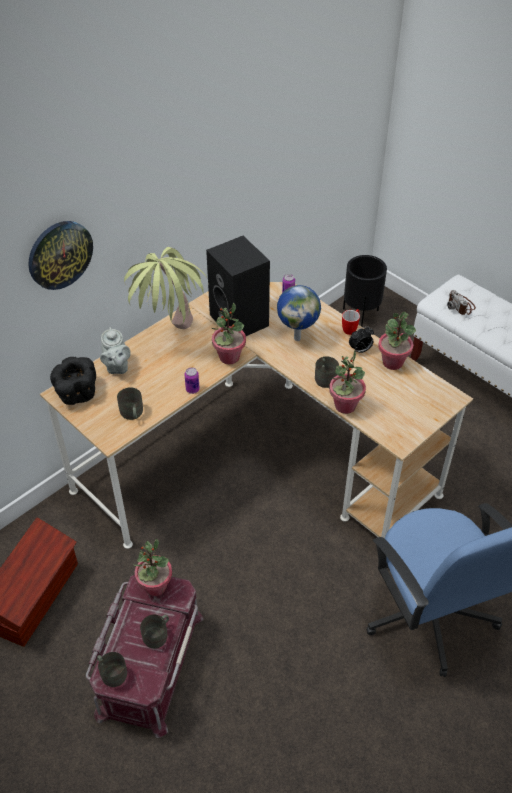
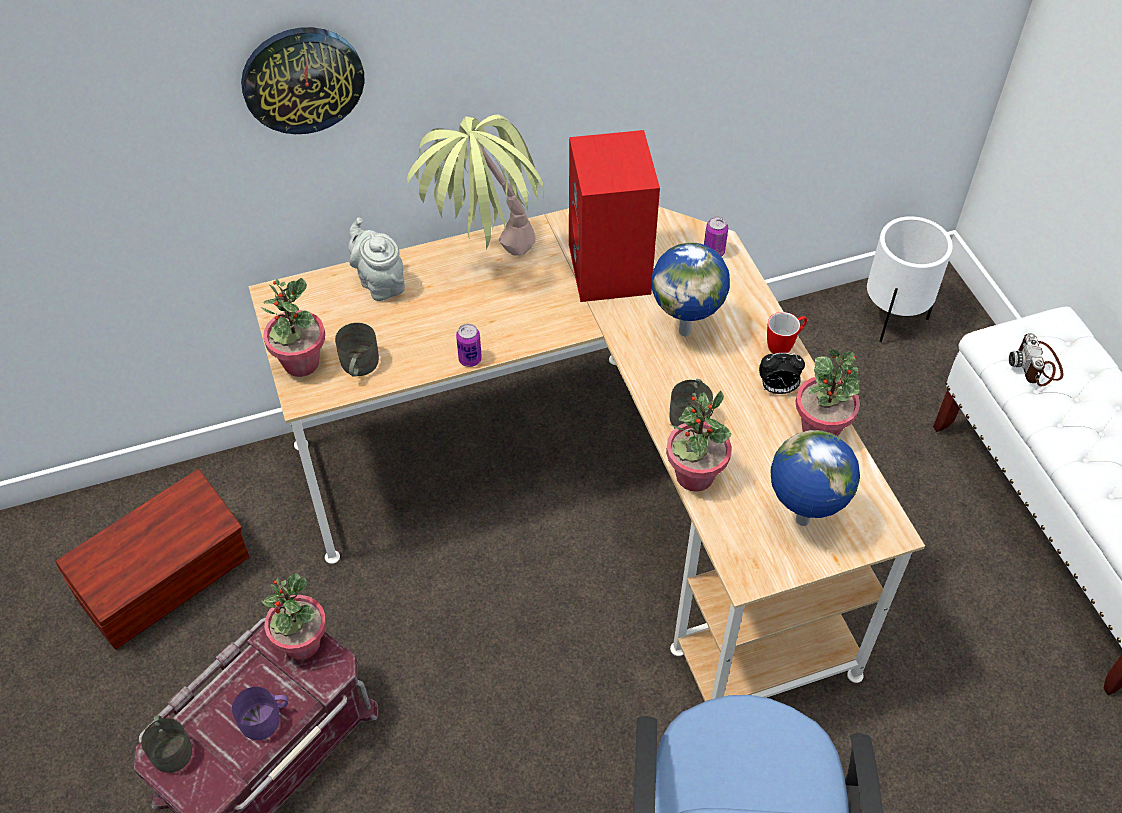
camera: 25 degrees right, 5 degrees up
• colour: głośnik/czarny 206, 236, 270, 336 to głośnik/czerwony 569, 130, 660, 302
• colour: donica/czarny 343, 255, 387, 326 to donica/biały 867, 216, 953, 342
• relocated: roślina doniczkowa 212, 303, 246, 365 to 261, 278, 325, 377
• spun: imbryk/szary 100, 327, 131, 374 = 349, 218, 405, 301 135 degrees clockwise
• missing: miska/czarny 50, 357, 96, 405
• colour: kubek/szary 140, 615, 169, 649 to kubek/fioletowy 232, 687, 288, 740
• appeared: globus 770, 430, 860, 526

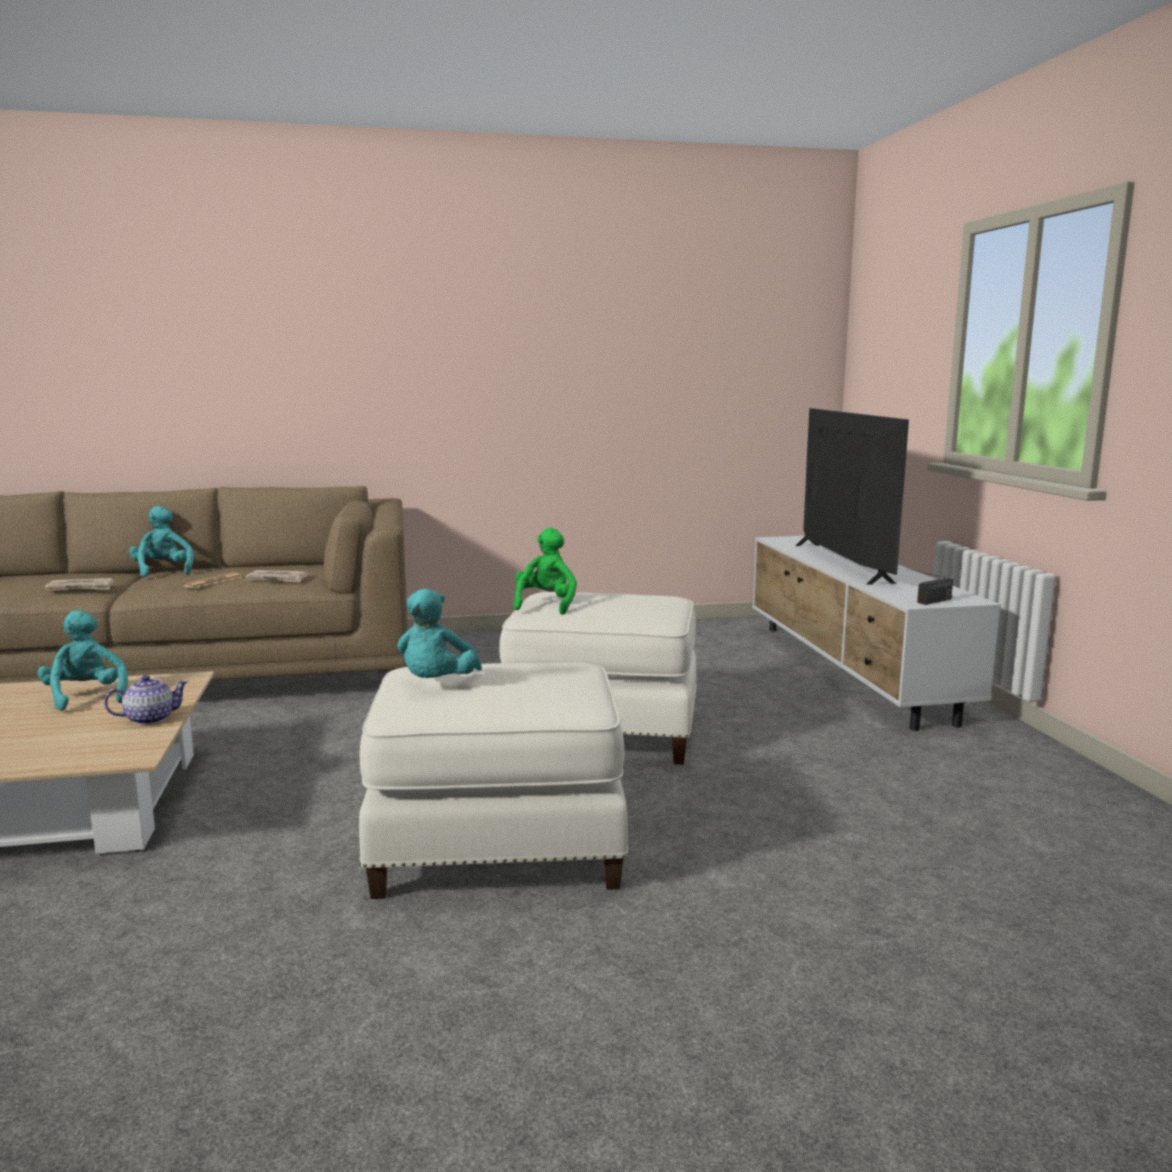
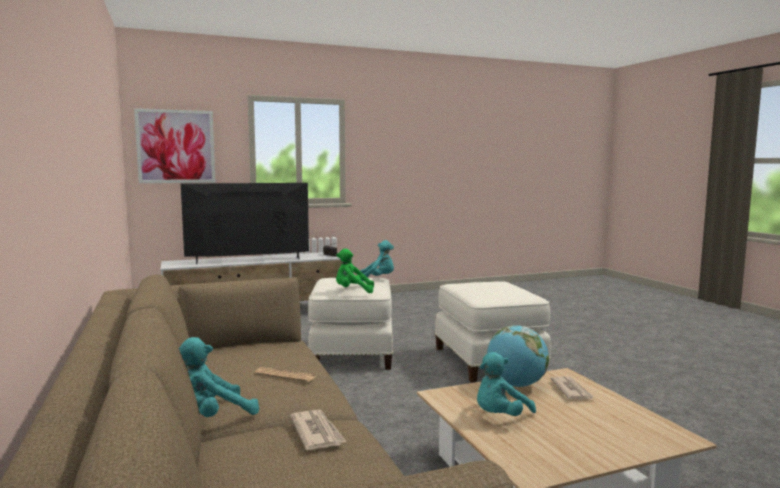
camera: 100 degrees left, 5 degrees down
• relocated: gazeta 246, 570, 309, 583 to 550, 376, 595, 399
• relocated: pluszak/turkusowy 397, 589, 482, 678 to 360, 240, 394, 281
• exchanged: imbryk 104, 675, 189, 725 to globus 487, 325, 549, 387
• appeared: obraz 134, 108, 216, 183

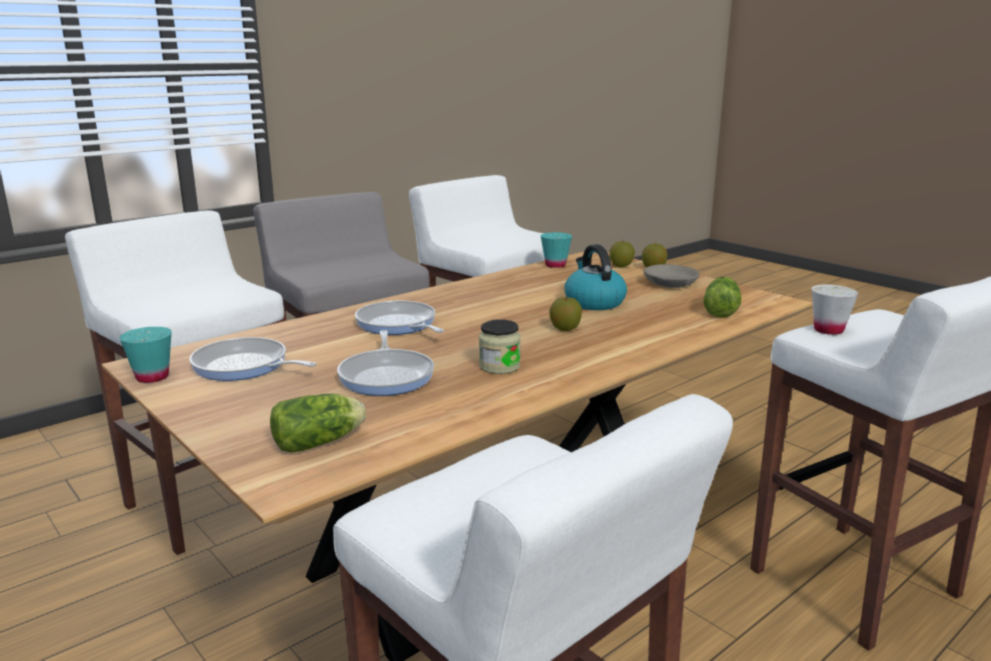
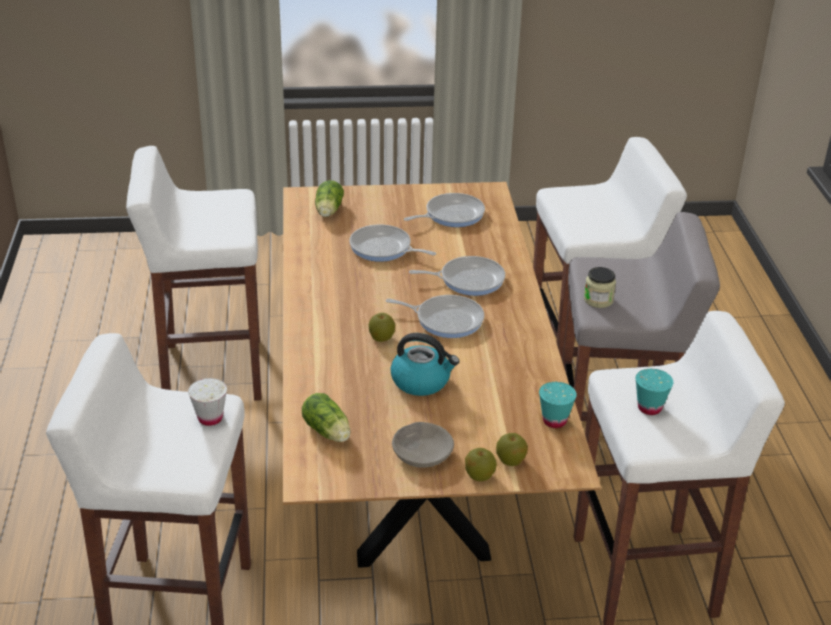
camera: 125 degrees right, 15 degrees up
• relocated: słoik 479, 319, 521, 374 to 584, 267, 616, 308
• relocated: filiżanka/turkusowy 119, 327, 172, 383 to 636, 369, 673, 415
• appeared: patelnia 386, 295, 484, 338

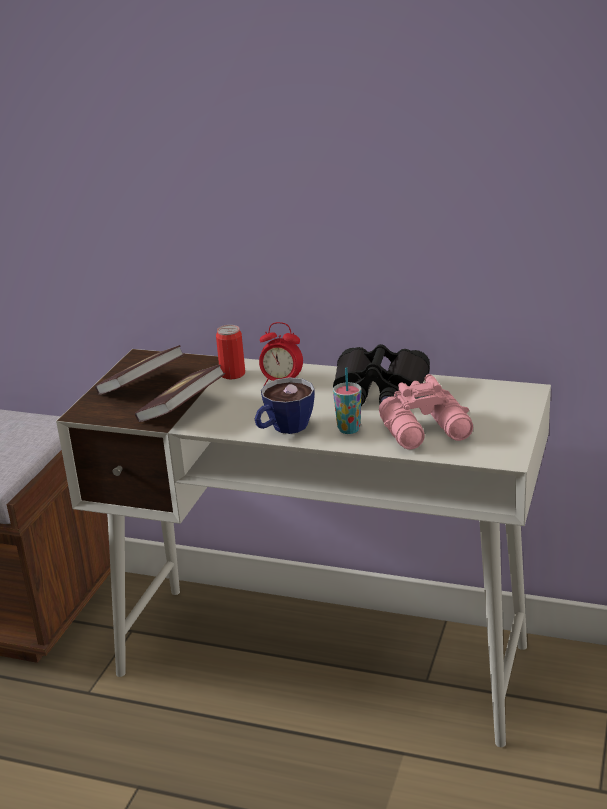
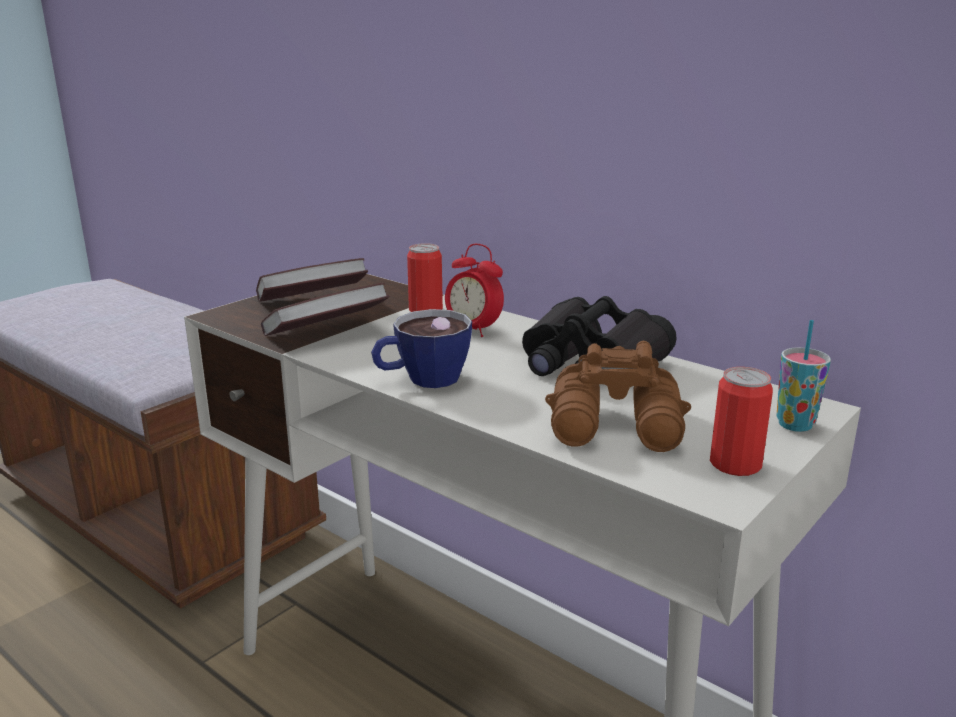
camera: 20 degrees right, 5 degrees down
• relocated: filiżanka 333, 367, 361, 434 to 776, 320, 831, 432
• colour: lornetka/różowy 379, 374, 473, 450 to lornetka/brązowy 545, 341, 691, 452
• appeared: puszka 710, 367, 773, 476

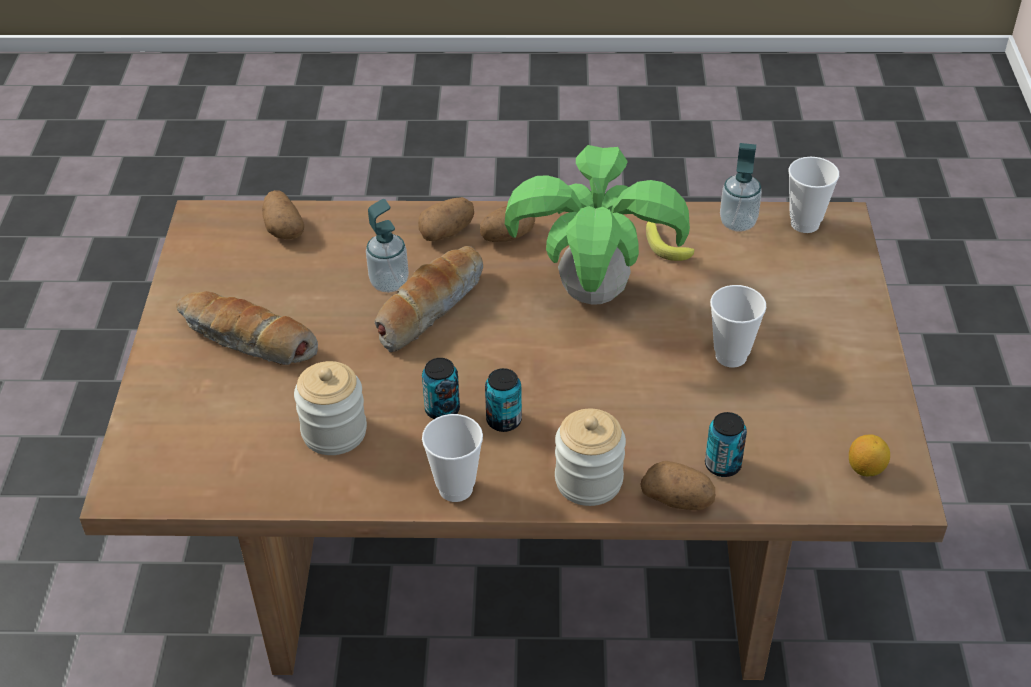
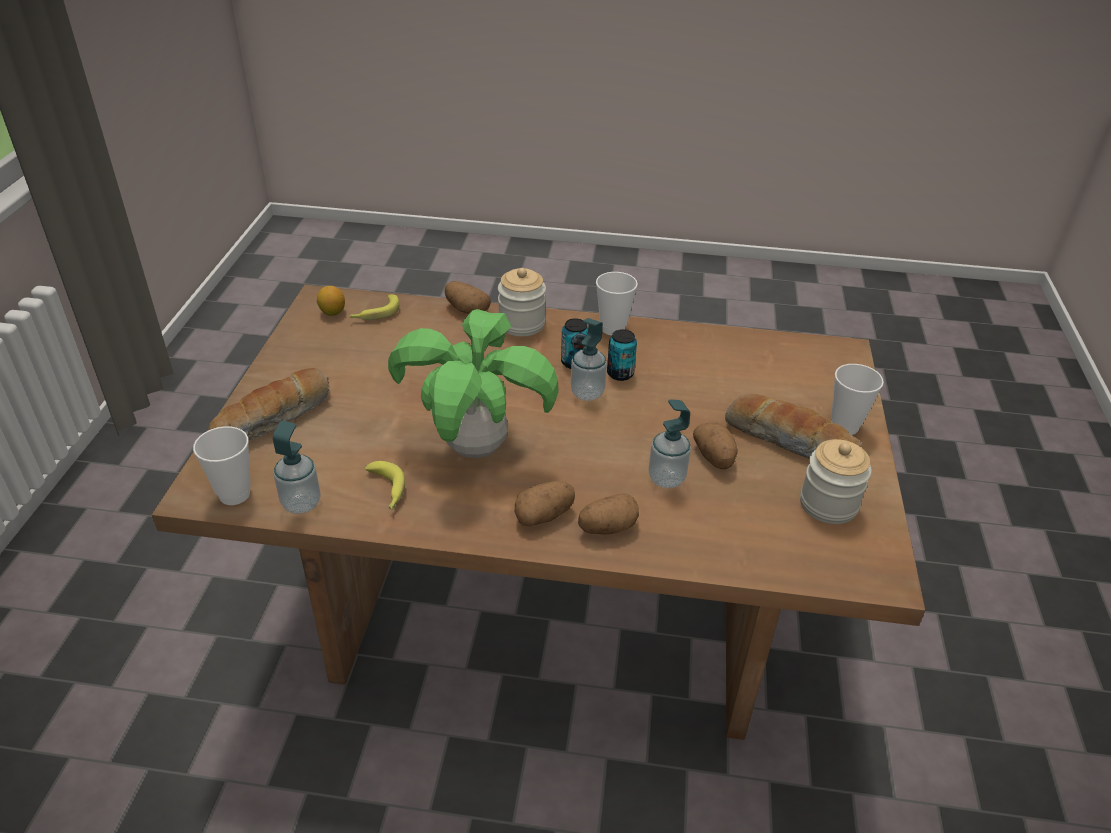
camera: 175 degrees left, 5 degrees down
• relocated: ziemniak 262, 190, 304, 239 to 693, 422, 738, 469
• relocated: chleb 374, 246, 483, 353 to 209, 368, 329, 440
• relocated: filiżanka 710, 285, 767, 368 to 831, 364, 884, 435
• relocated: słoik 294, 361, 367, 455 to 800, 439, 872, 524
• missing: puszka 705, 412, 747, 477
• appeared: banan 349, 294, 400, 320
• appeared: dozownik mydła 571, 318, 607, 401

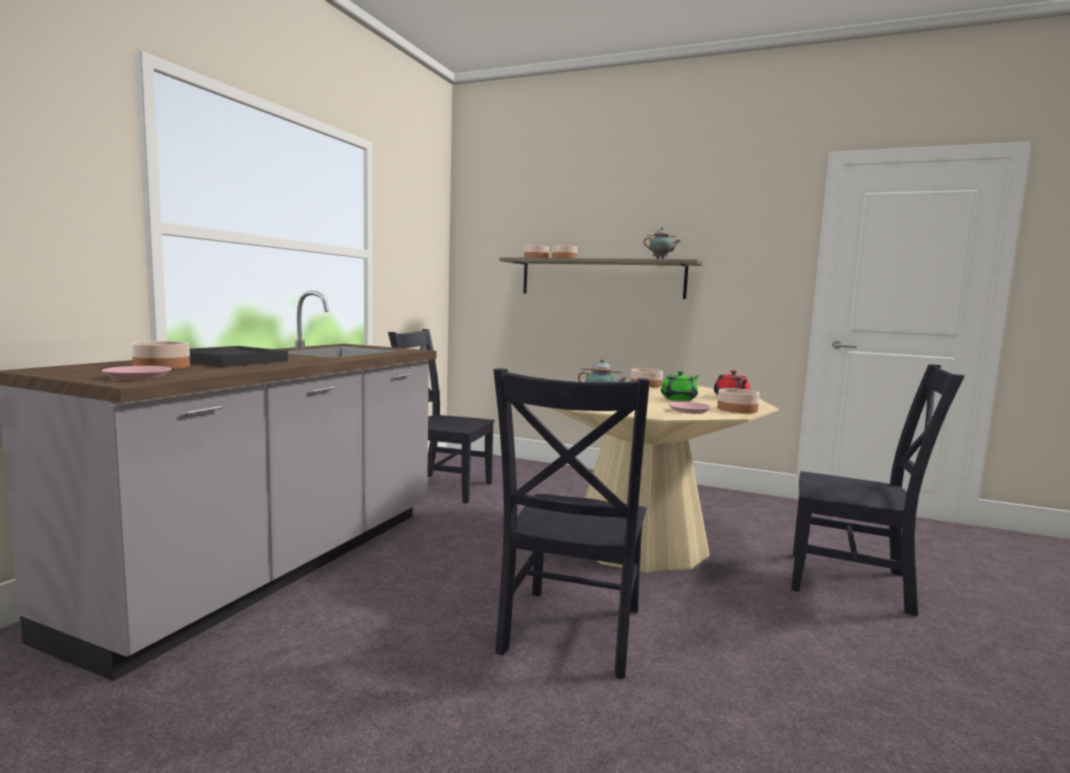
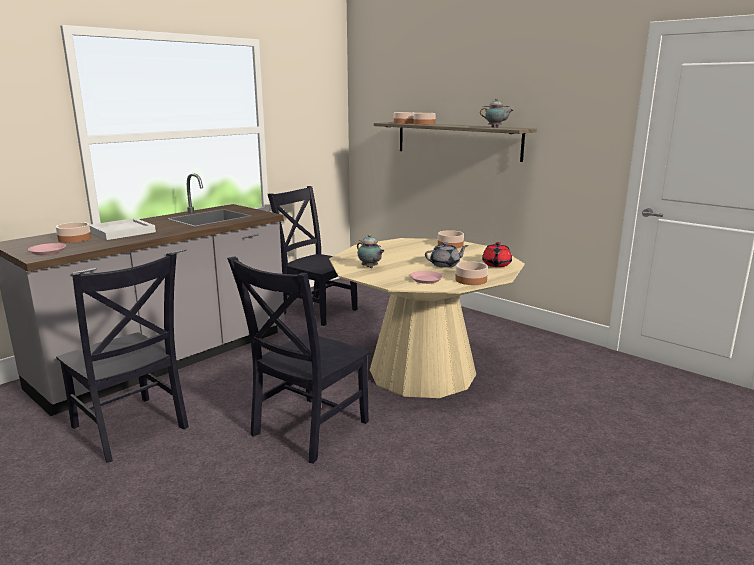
camera: 20 degrees right, 10 degrees up
• colour: taca/czarny 189, 346, 288, 367 to taca/biały 89, 218, 156, 240
• relocated: krzesło/czarny 791, 364, 965, 617 to 56, 253, 189, 463
• colour: imbryk/zielony 661, 371, 699, 401 to imbryk/szary 425, 242, 468, 268

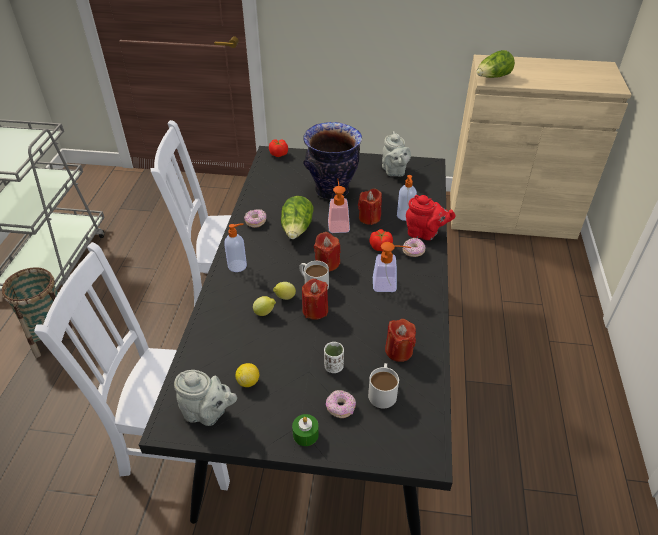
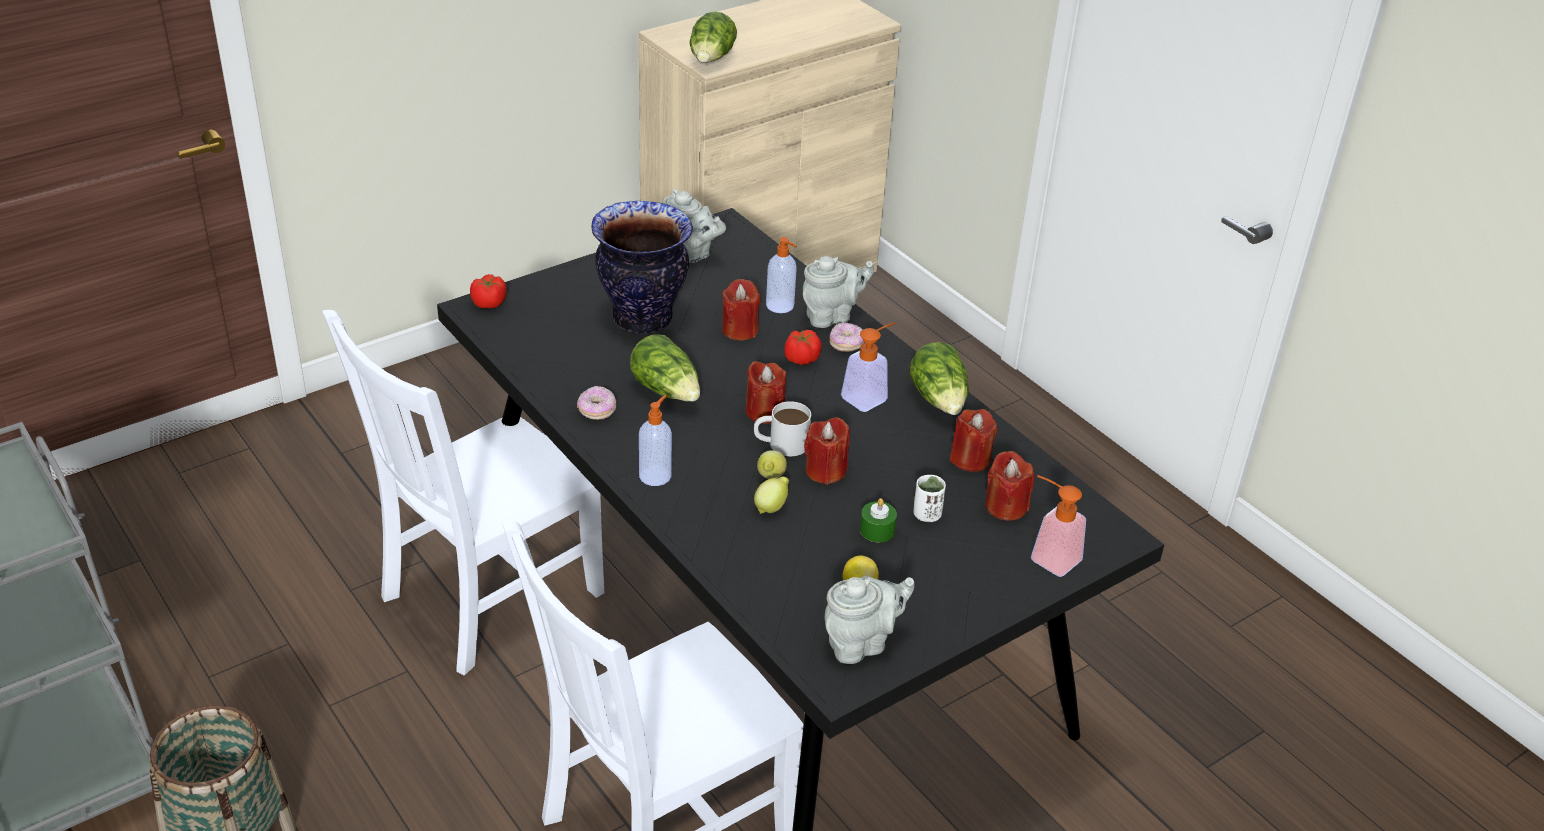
camera: 45 degrees left, 5 degrees down
• relocated: dozownik mydła 328, 178, 350, 233 to 1031, 475, 1086, 577
• colour: imbryk/czerwony 406, 195, 456, 240 to imbryk/szary 803, 256, 874, 328
• exchanged: kubek/biały 368, 363, 399, 408 to świeca/czerwony 985, 451, 1034, 521
• missing: donut 326, 390, 356, 418
• relocated: świeca/zielony 292, 414, 319, 446 to 860, 498, 897, 542
• appeared: sałata 910, 342, 969, 415

